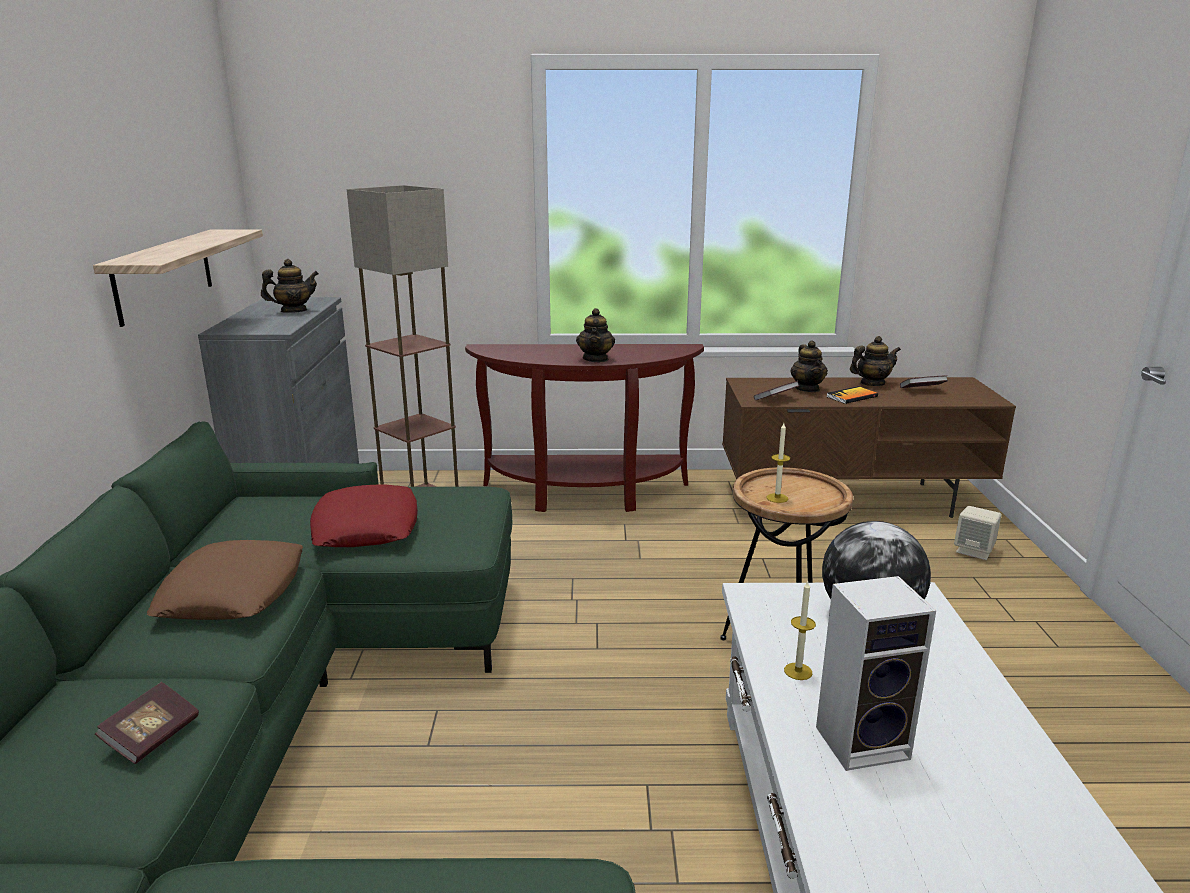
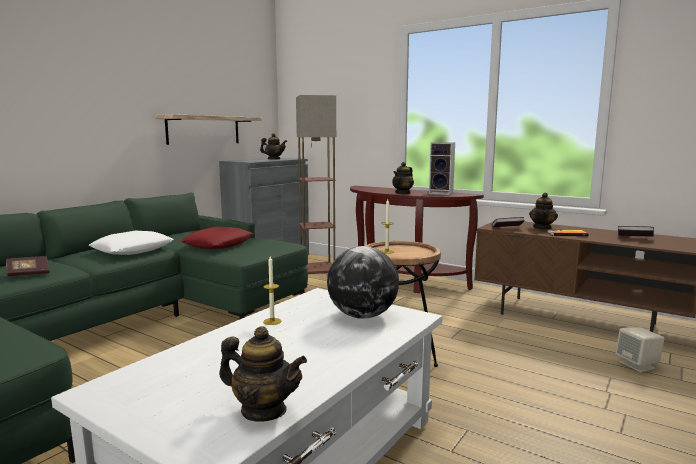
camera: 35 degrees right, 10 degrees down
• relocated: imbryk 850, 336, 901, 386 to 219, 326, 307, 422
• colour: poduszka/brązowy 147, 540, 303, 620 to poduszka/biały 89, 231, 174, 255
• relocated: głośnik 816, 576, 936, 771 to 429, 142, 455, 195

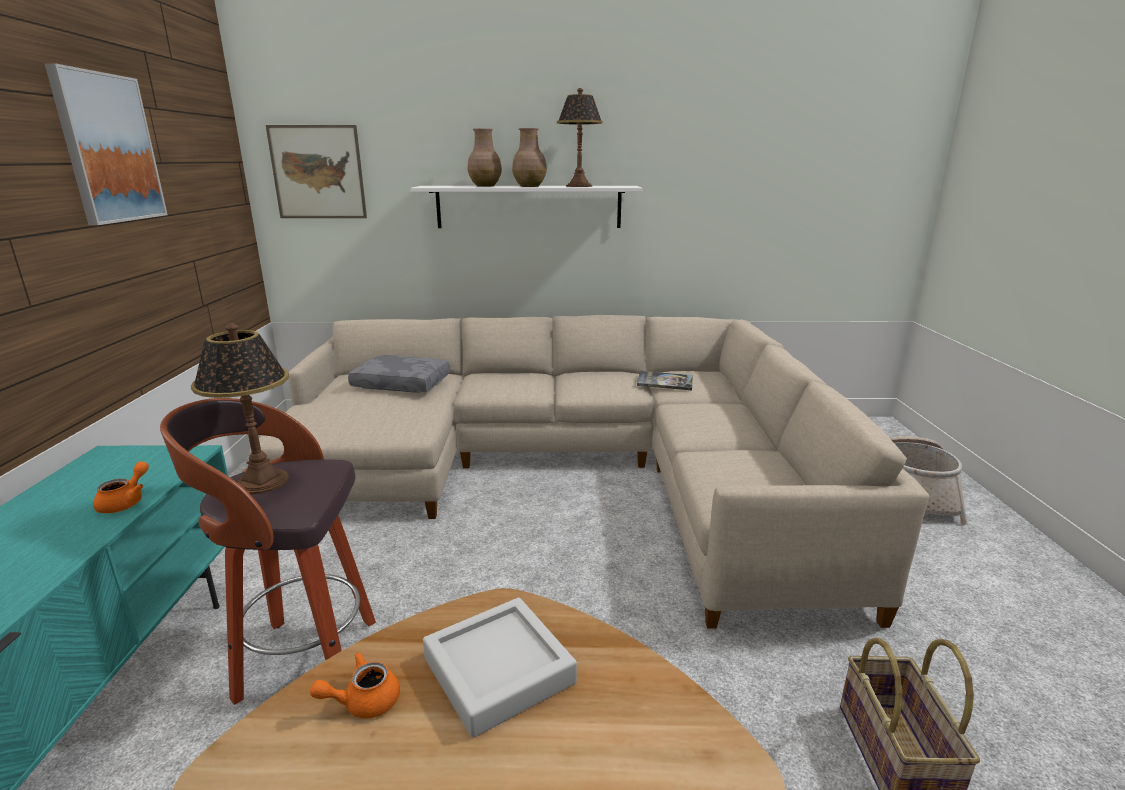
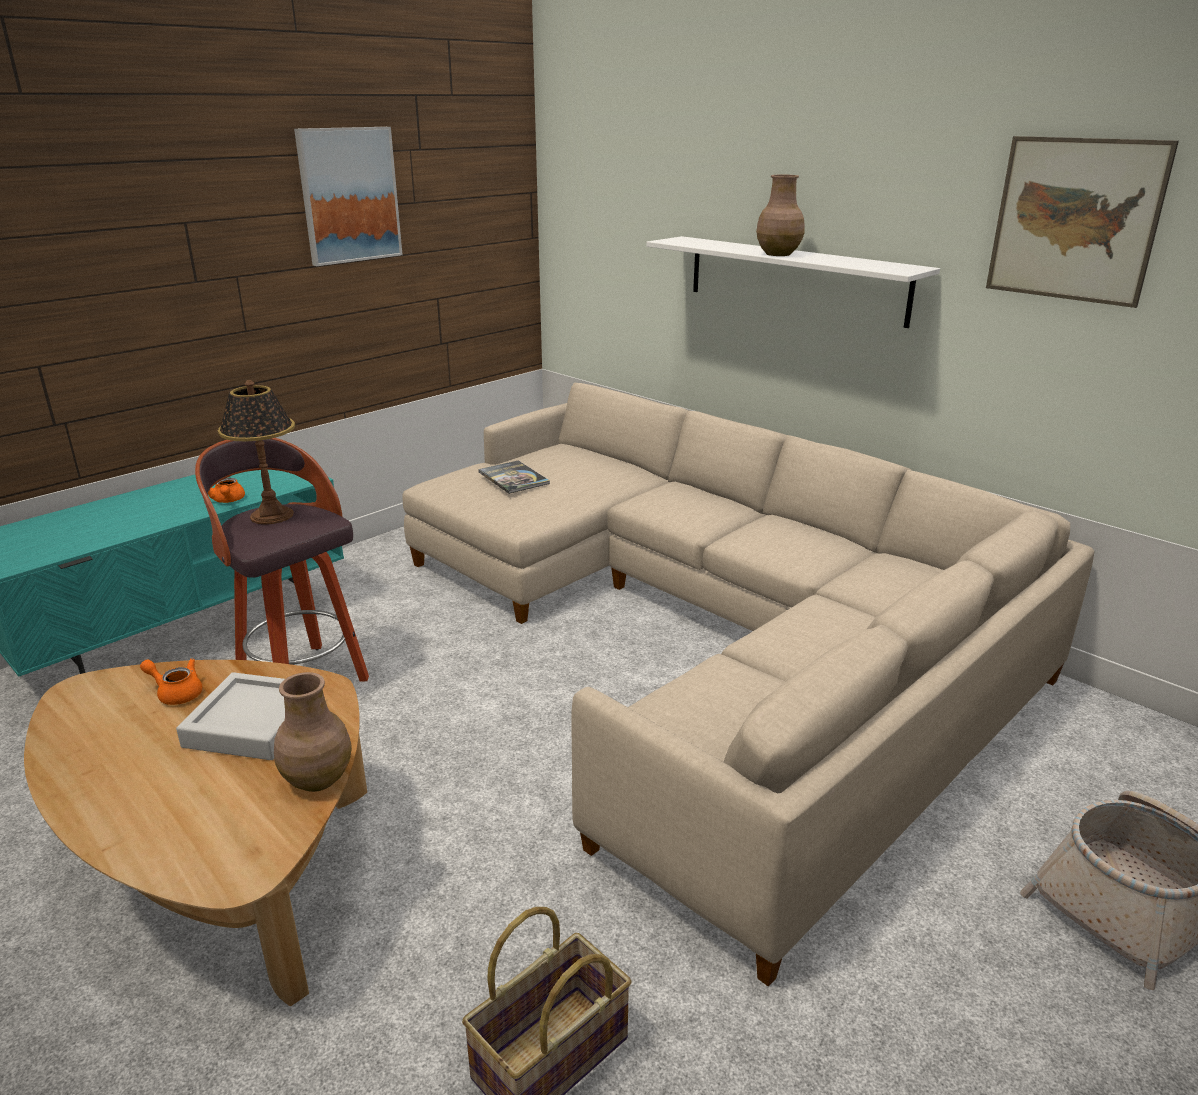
camera: 45 degrees right, 5 degrees up
• missing: lampa stołowa 557, 88, 603, 187
• relocated: obraz 266, 125, 367, 218 to 986, 136, 1179, 308
• relocated: wazon/brązowy 468, 128, 502, 187 to 274, 672, 352, 792
• missing: poduszka/szary 348, 355, 450, 393
• relocated: książka 637, 371, 692, 390 to 478, 460, 550, 494
• spun: imbryk/pomarańczowy 93, 462, 149, 513 = 208, 478, 245, 503 105 degrees clockwise

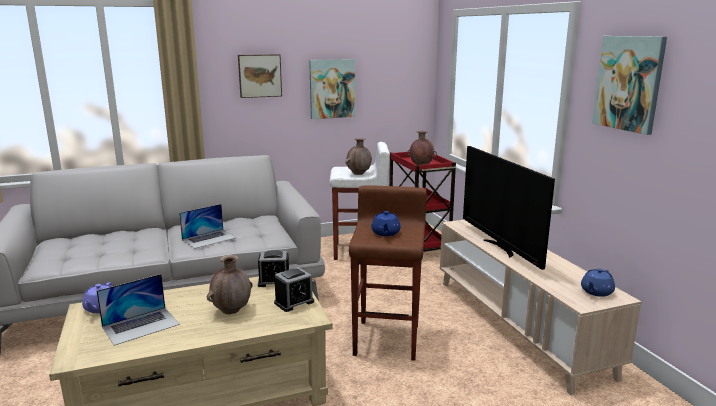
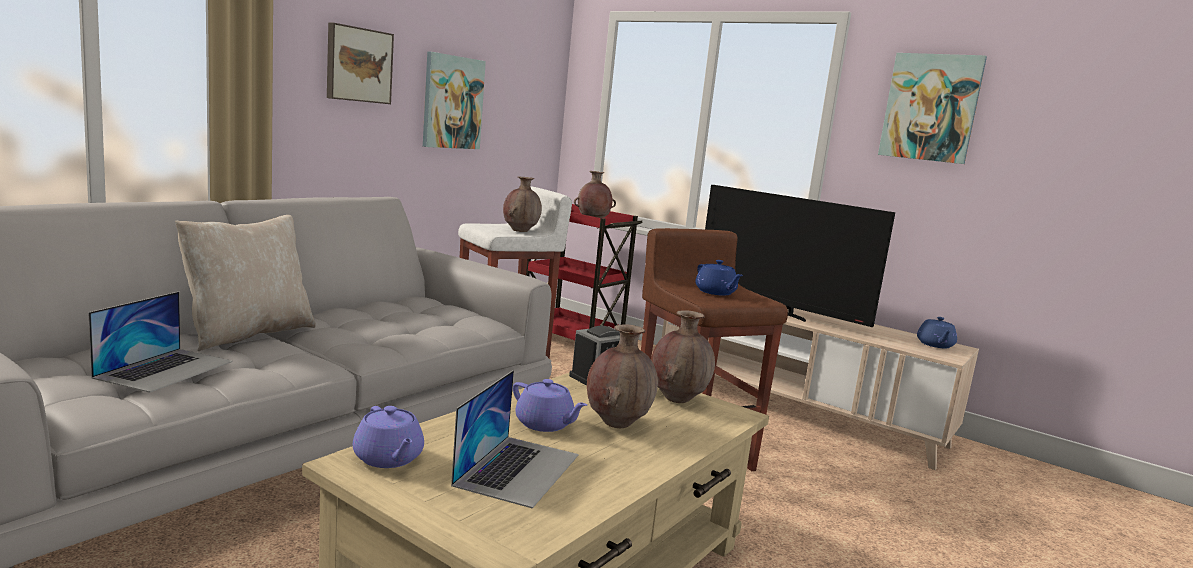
camera: 35 degrees left, 5 degrees down
• relocated: laptop 179, 204, 237, 249 to 88, 292, 233, 393
• exchanged: budzik 274, 267, 314, 312 to wazon/brązowy 651, 310, 715, 403
• appeared: poduszka/beżowy 175, 215, 316, 351
• appeared: imbryk/fioletowy 513, 379, 587, 432

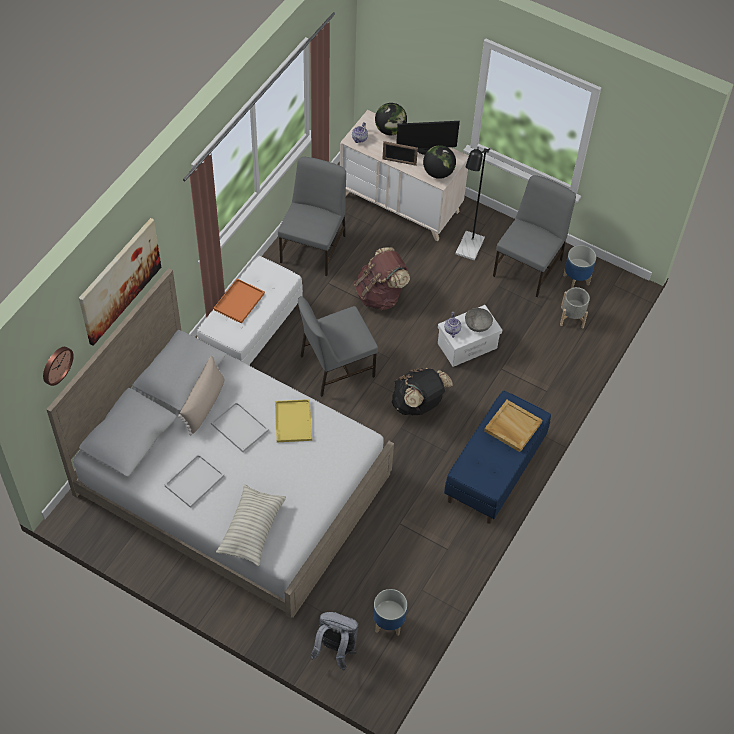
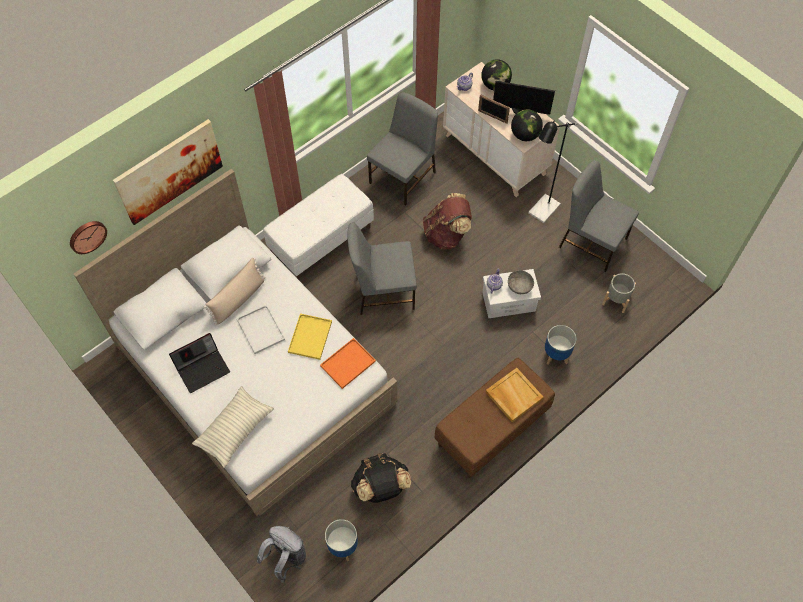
camera: 20 degrees right, 5 degrees up
• spun: krzesło/szary 493, 175, 576, 297 = 559, 160, 639, 272 105 degrees counterclockwise
• relocated: donica 563, 245, 596, 288 to 545, 325, 576, 365
• relocated: taca/pomarańczowy 214, 278, 265, 324 to 320, 338, 376, 389
• relocated: plecak/czarny 392, 368, 453, 415 to 351, 453, 411, 503
• colour: ławka/niebieski 444, 391, 551, 524 to ławka/brązowy 435, 357, 555, 478
• exchanged: taca/biały 165, 454, 224, 508 to laptop 169, 333, 230, 393

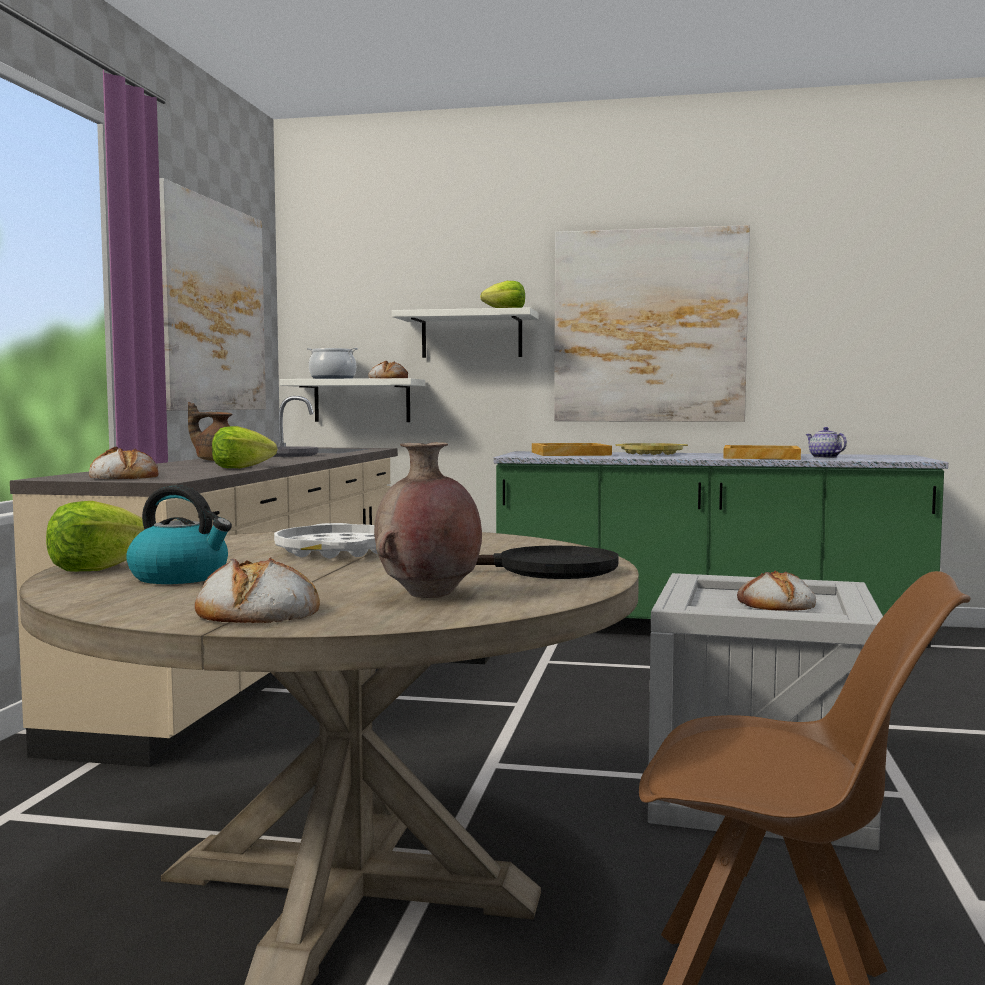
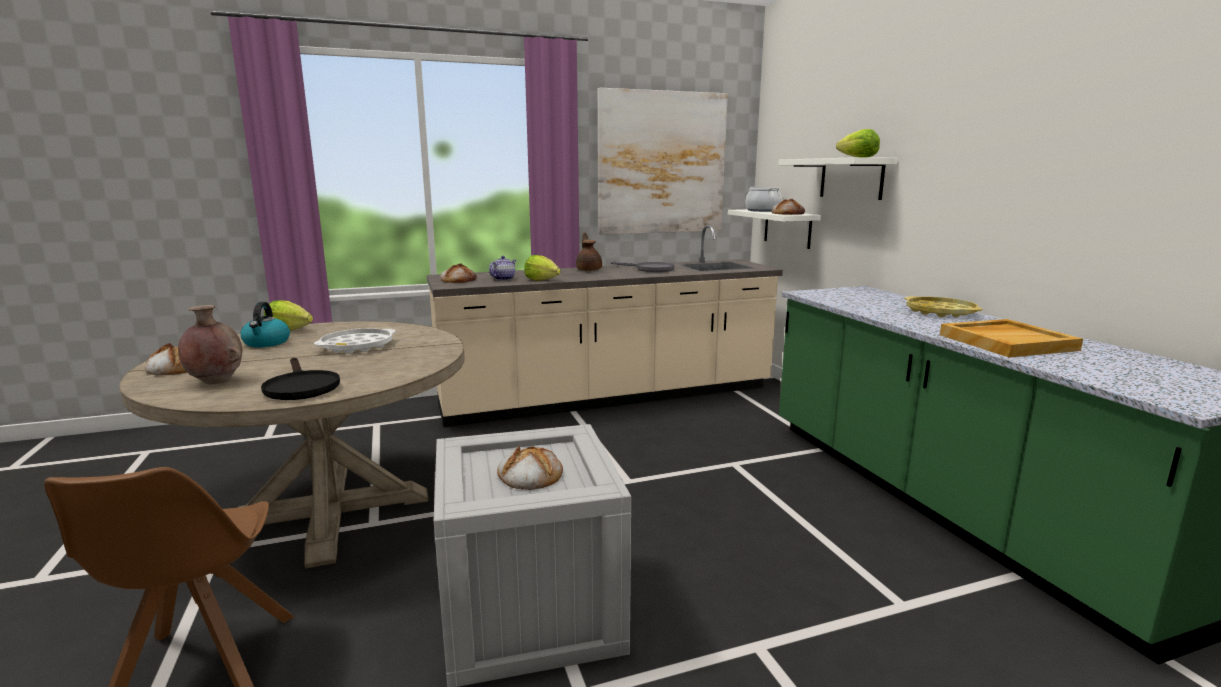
camera: 60 degrees right, 10 degrees up
• missing: obraz 554, 225, 750, 422
• relocated: imbryk 806, 427, 847, 458 to 489, 256, 516, 280
• missing: taca/beżowy 532, 443, 612, 456

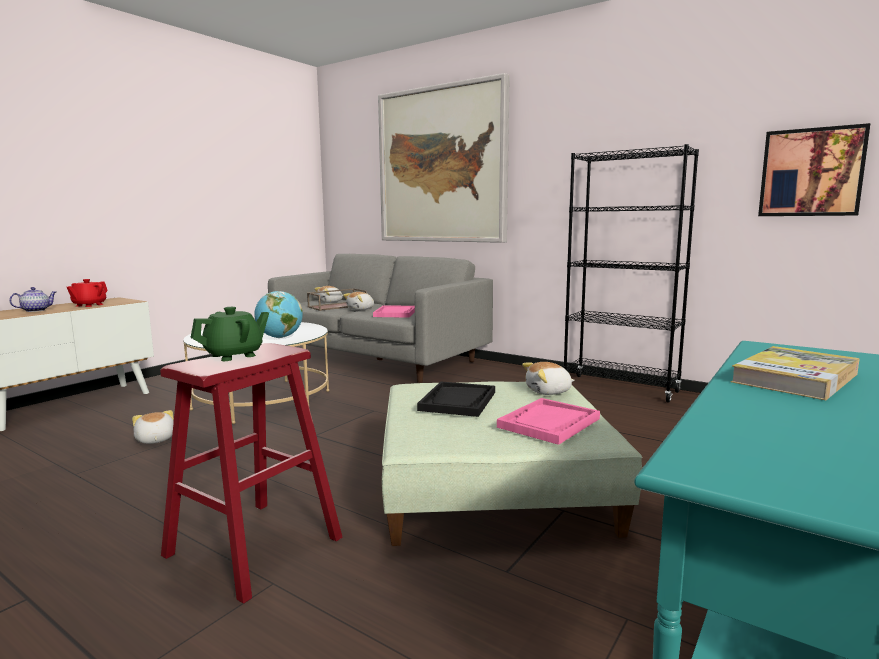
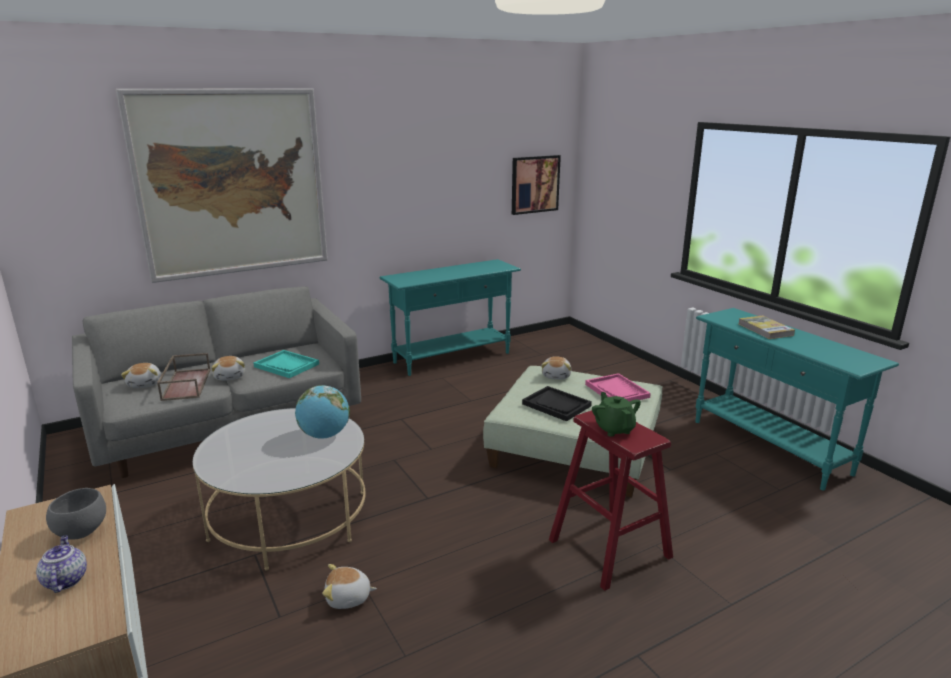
camera: 65 degrees left, 10 degrees up
• exchanged: regał/czarny 563, 144, 699, 403 to stolik konsolowy/turkusowy 379, 259, 521, 376
• exchanged: imbryk/czerwony 67, 279, 108, 307 to miska/szary 46, 488, 106, 540
• colour: taca/różowy 373, 305, 415, 318 to taca/turkusowy 253, 350, 319, 378

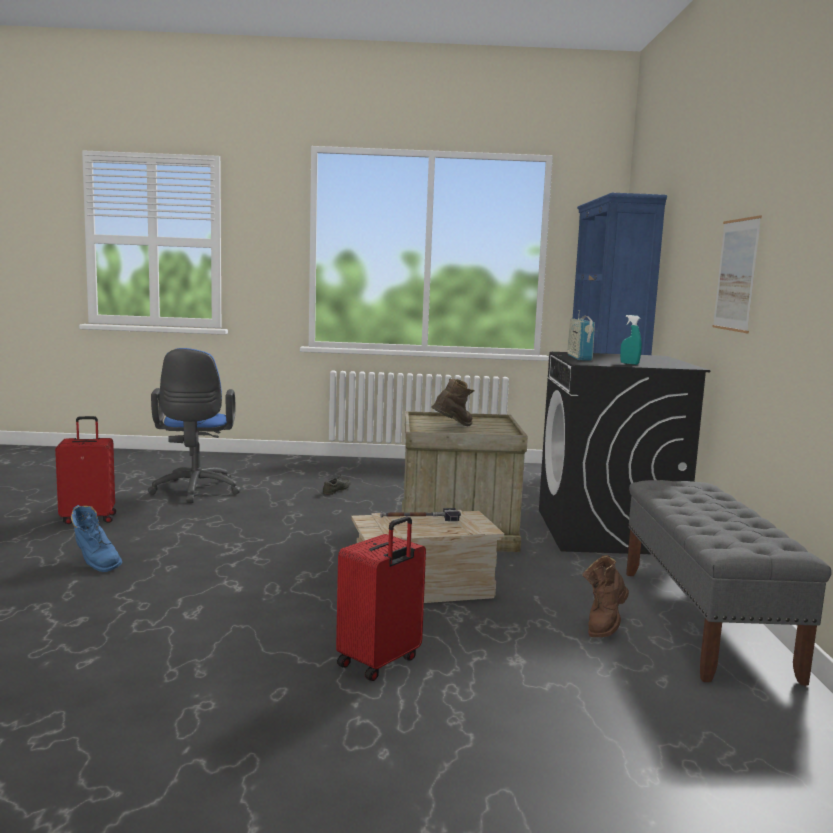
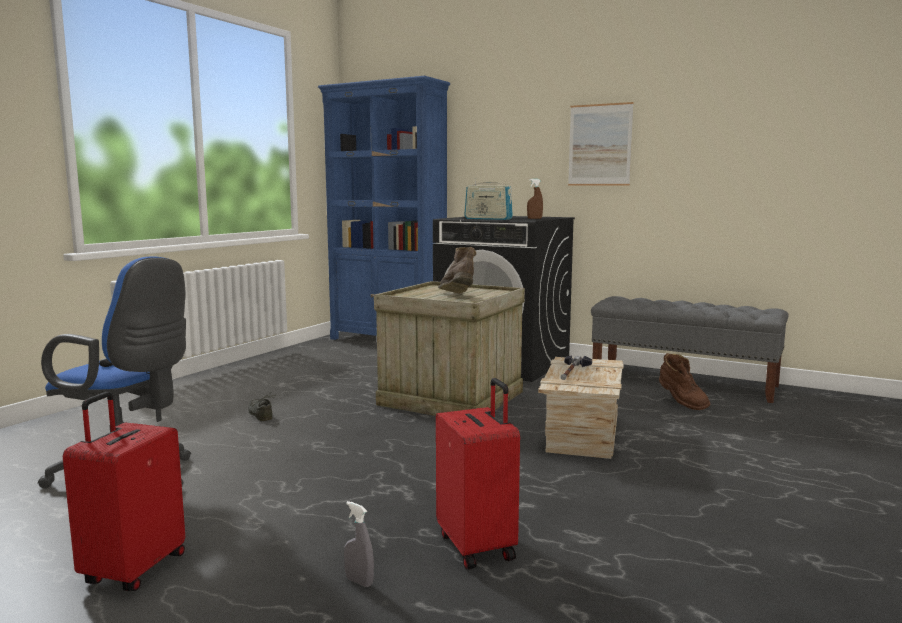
camera: 60 degrees left, 0 degrees up
• colour: spryskiwacz/turkusowy 620, 315, 642, 365 to spryskiwacz/brązowy 527, 179, 543, 219
• exchanged: but z cholewką/niebieski 71, 505, 122, 572 to spryskiwacz/szary 344, 501, 374, 587
• relocated: walizka/czerwony 336, 516, 426, 681 to 436, 378, 520, 569

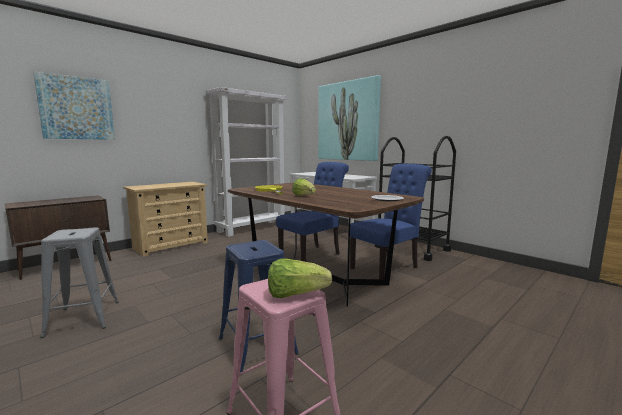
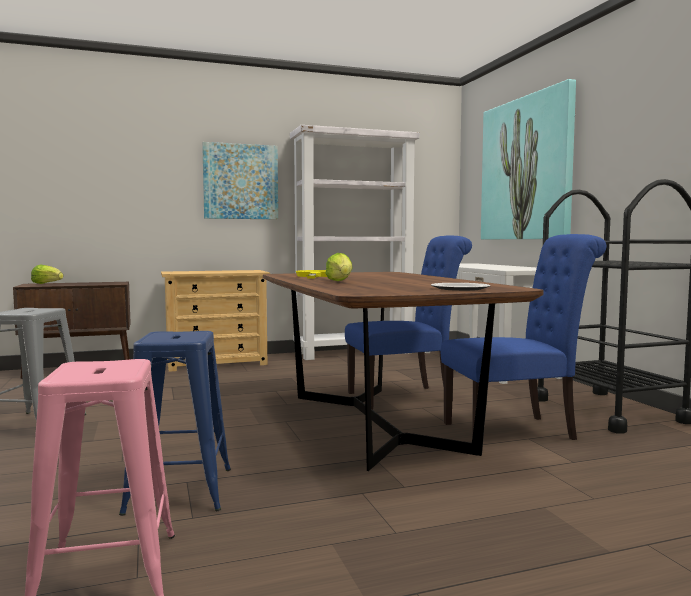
camera: 25 degrees right, 5 degrees down
• relocated: obraz 33, 72, 115, 140 to 202, 142, 278, 219
• relocated: sałata 268, 258, 332, 298 to 31, 264, 64, 284

